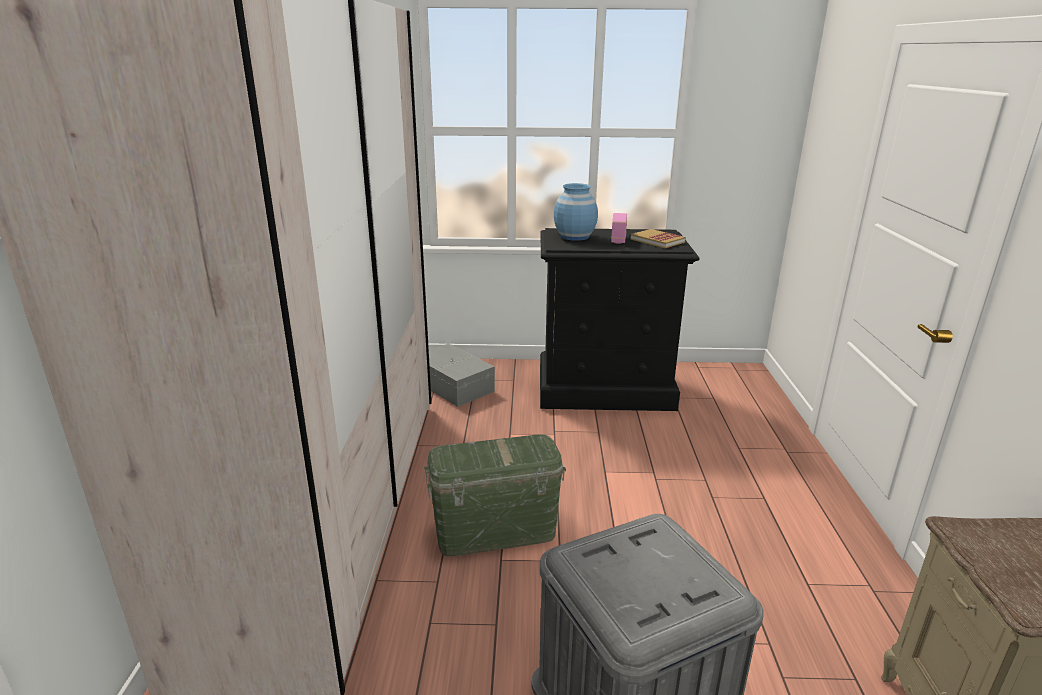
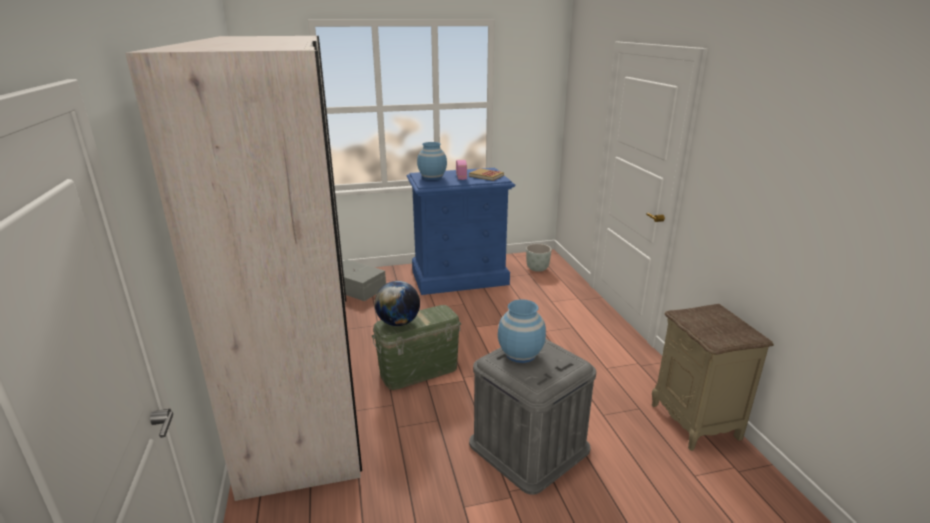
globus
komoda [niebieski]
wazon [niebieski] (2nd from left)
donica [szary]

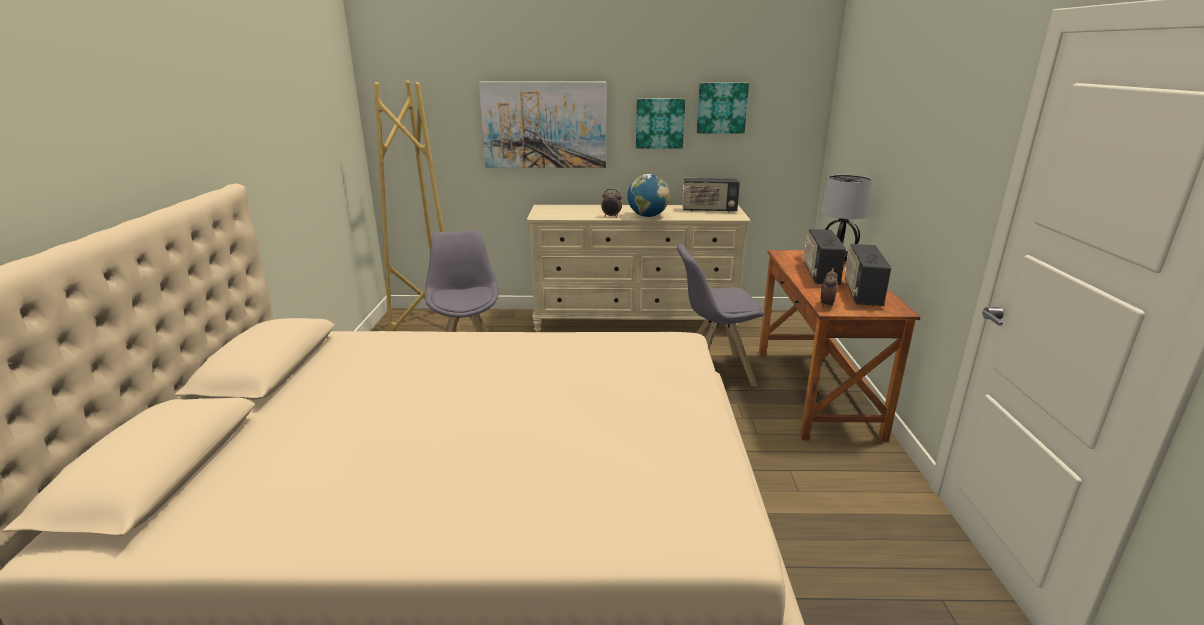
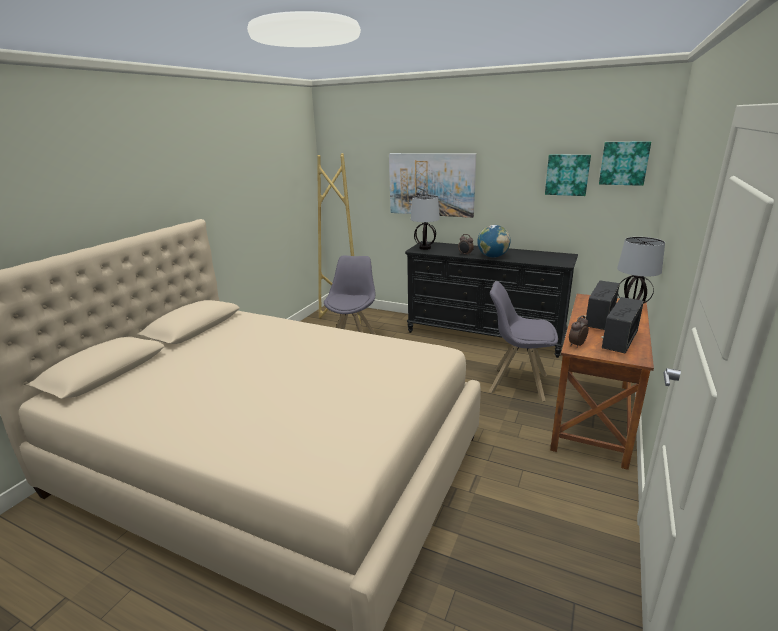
komoda [czarny]
lampa stołowa (1st from left)
obraz (3rd from left)
radio (1st from left in the first image)

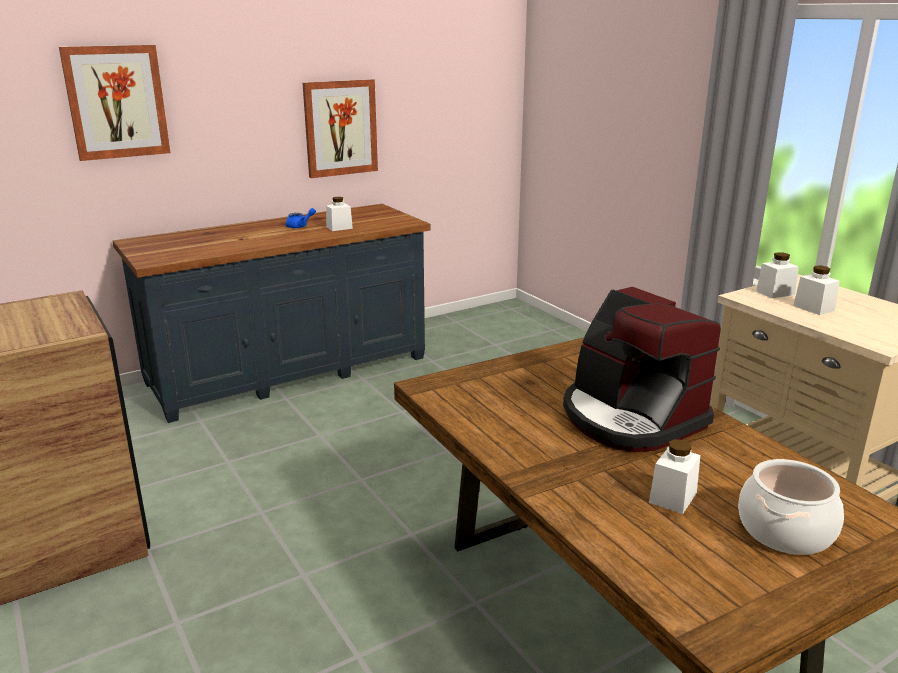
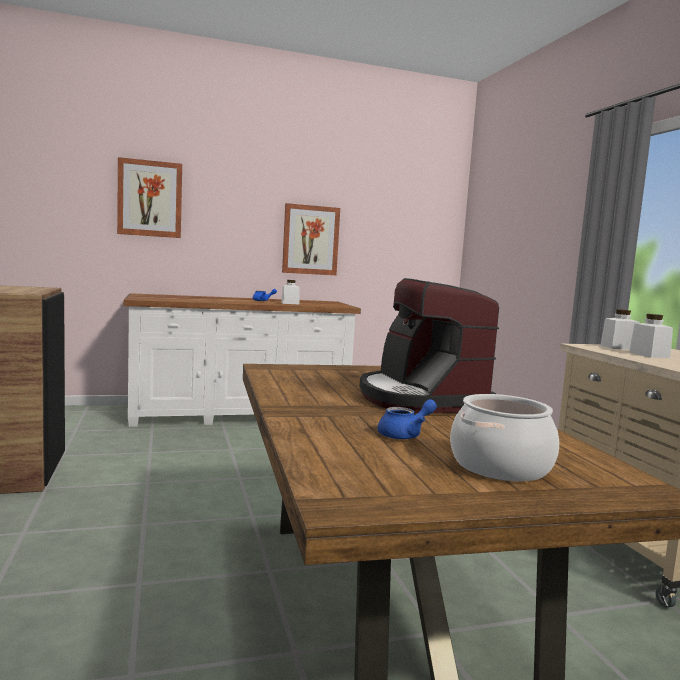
komoda [biały]
imbryk [niebieski] (2nd from left)

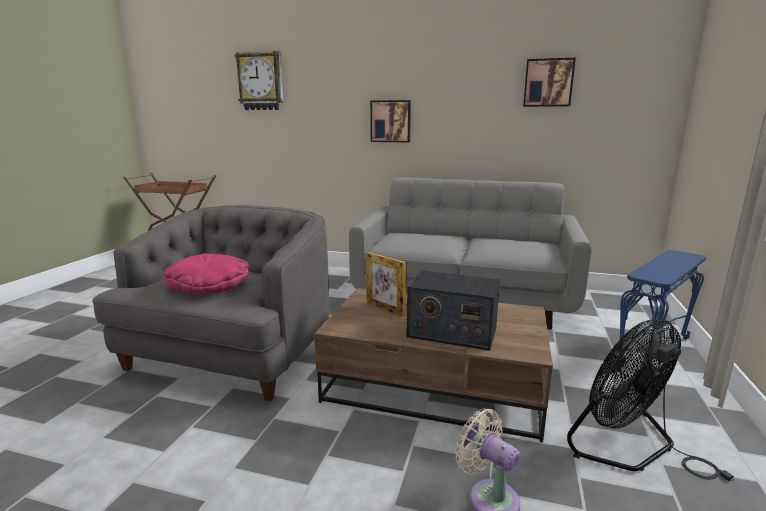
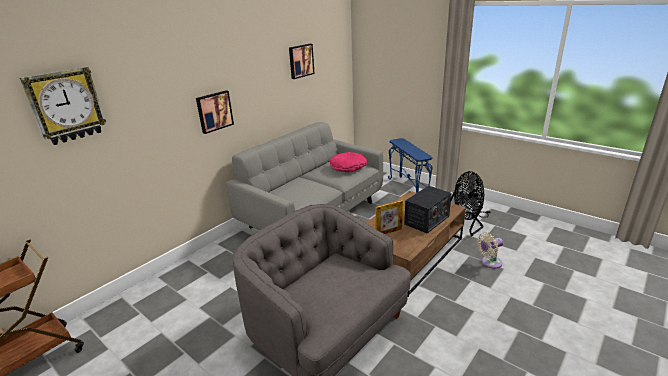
poduszka [różowy]

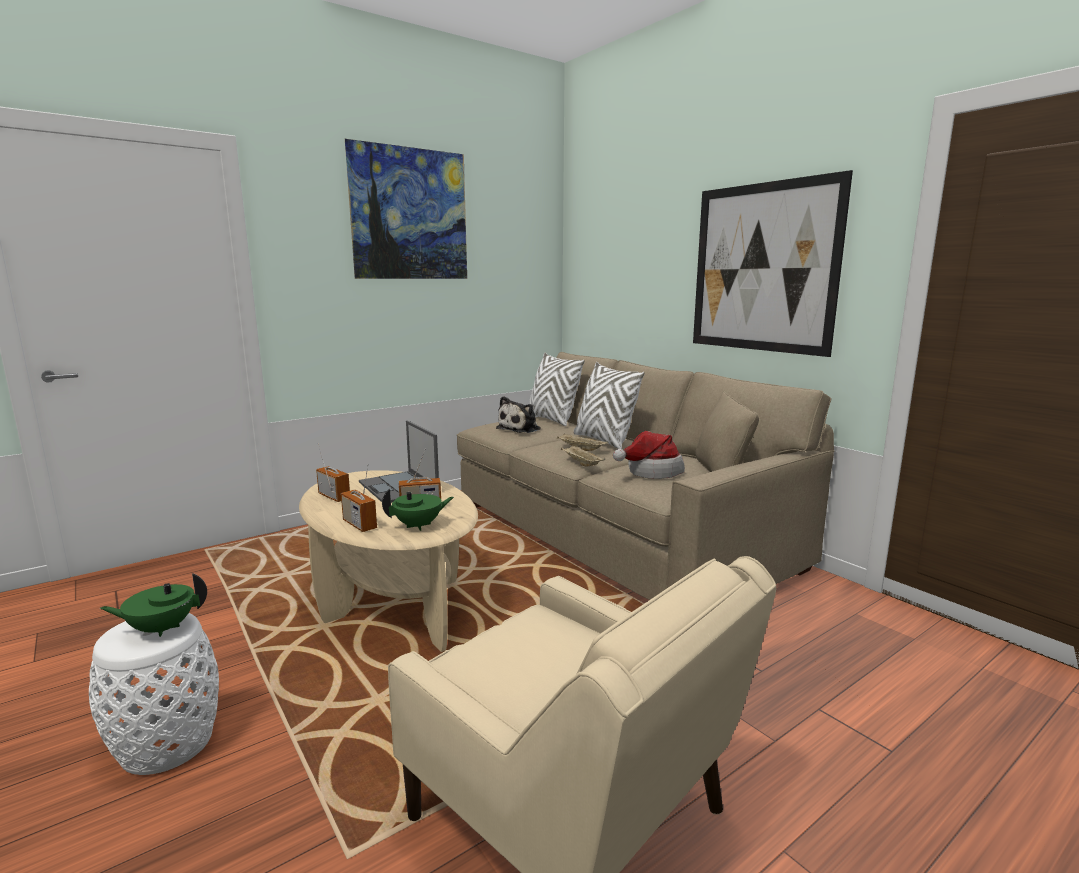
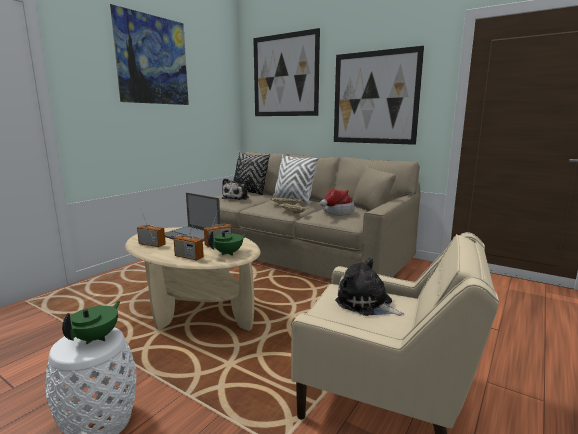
imbryk [zielony] (1st from left)
poduszka [czarny]
obraz (2nd from left)
pluszak (2nd from left)

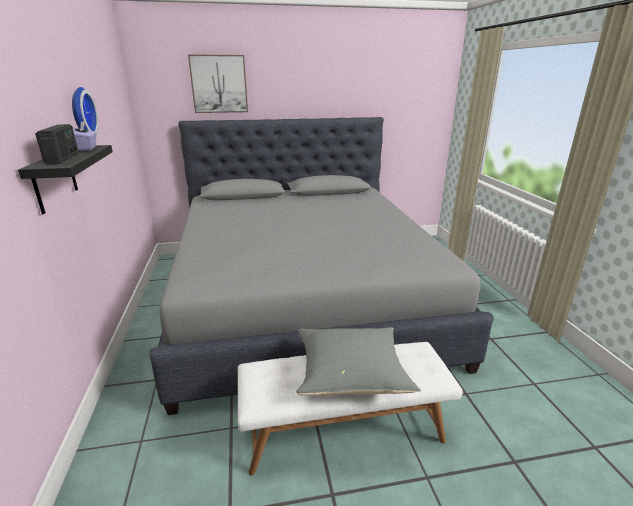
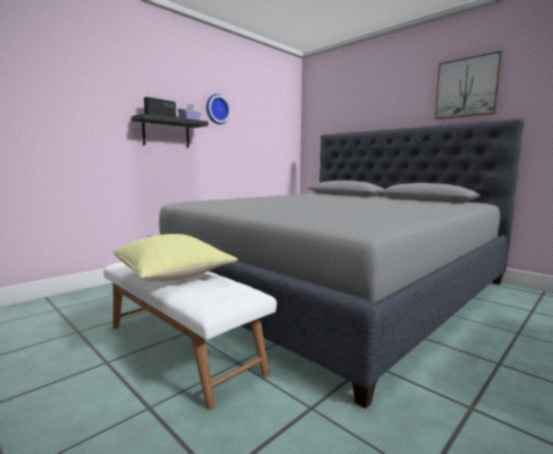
poduszka [żółty]
obraz

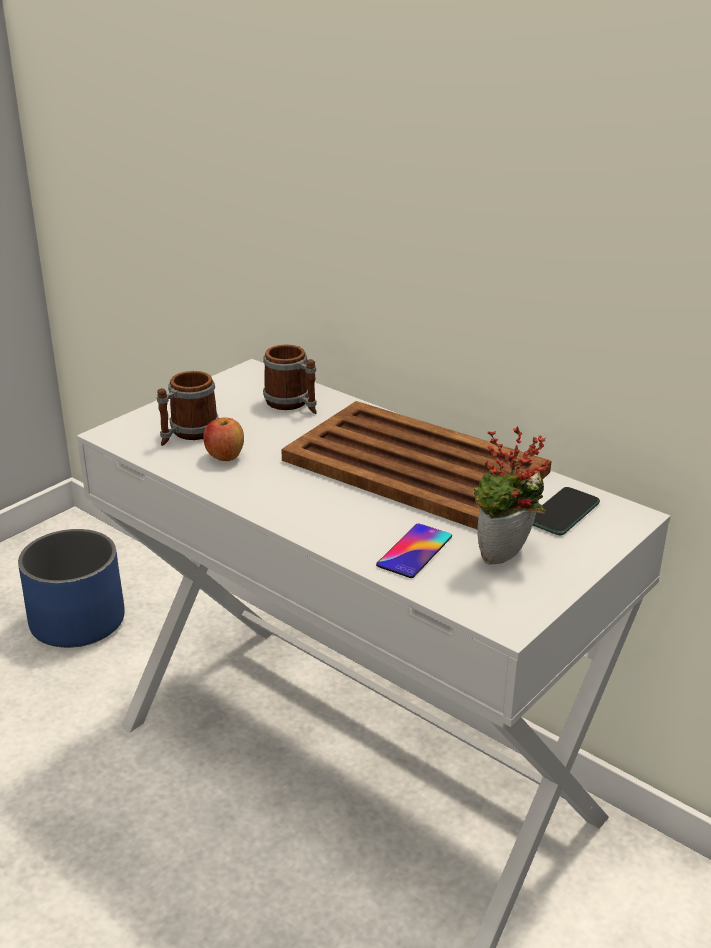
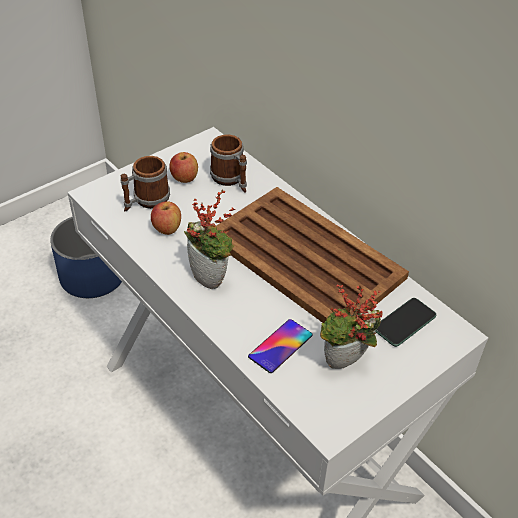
jabłko (2nd from left)
roślina doniczkowa (1st from left)

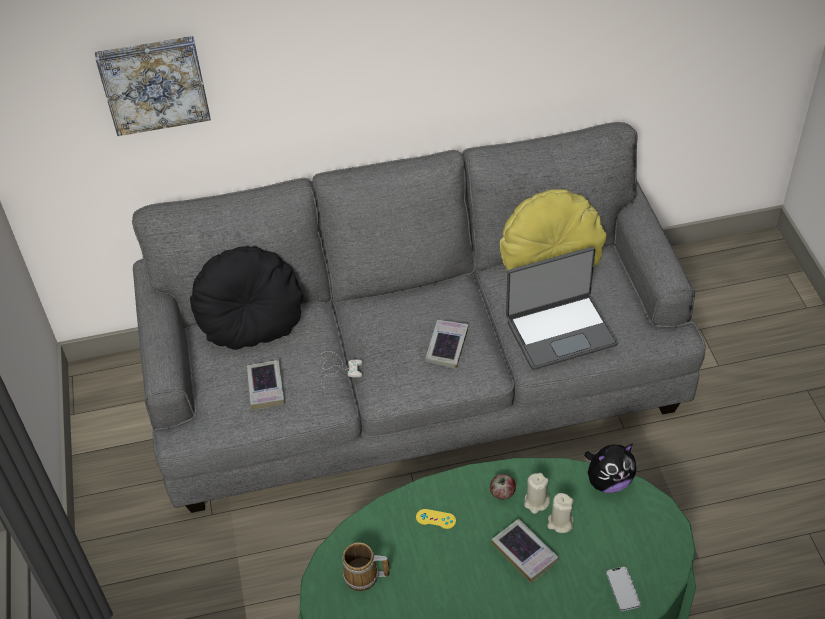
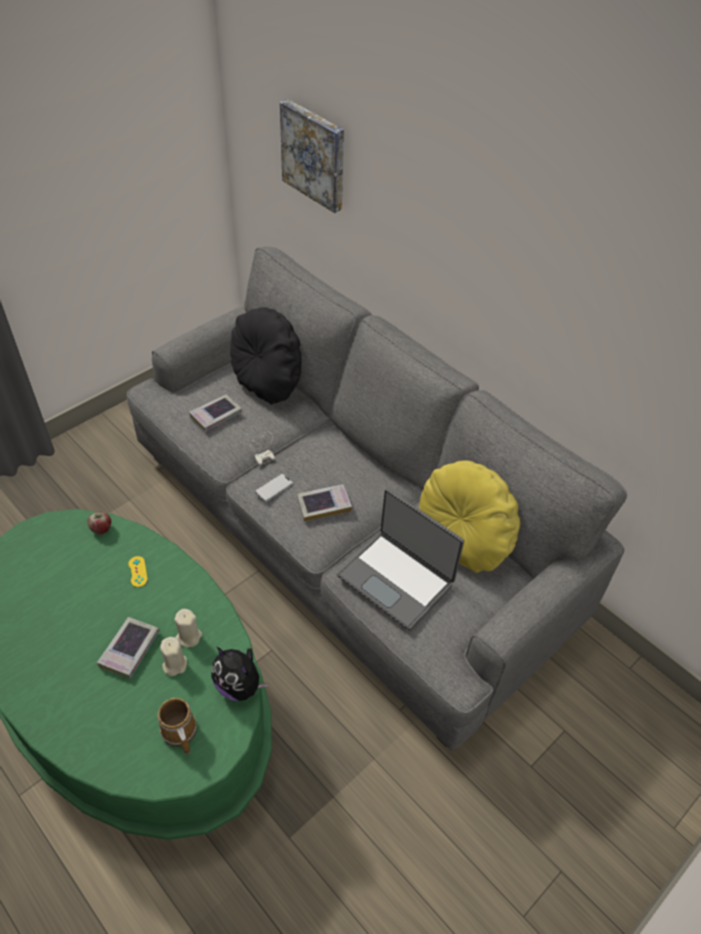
jabłko
kubek
telefon

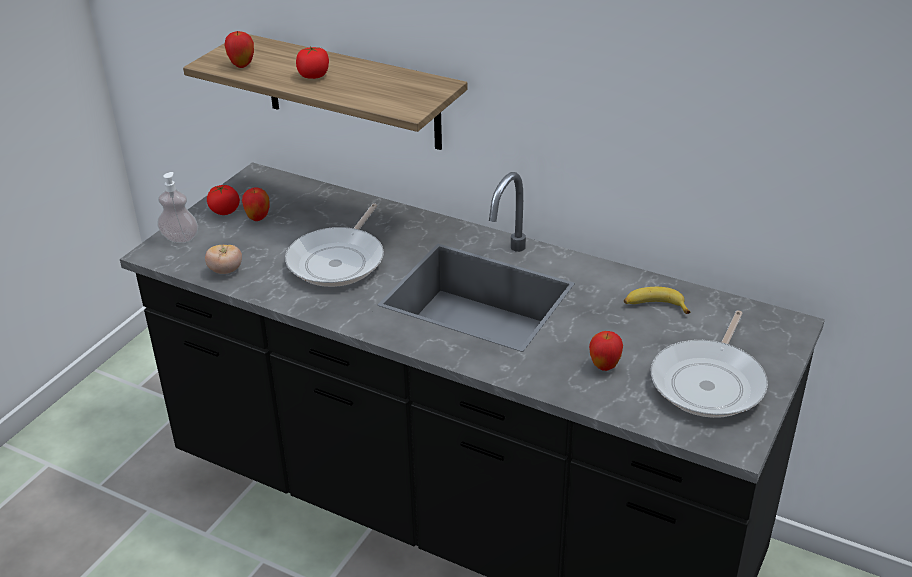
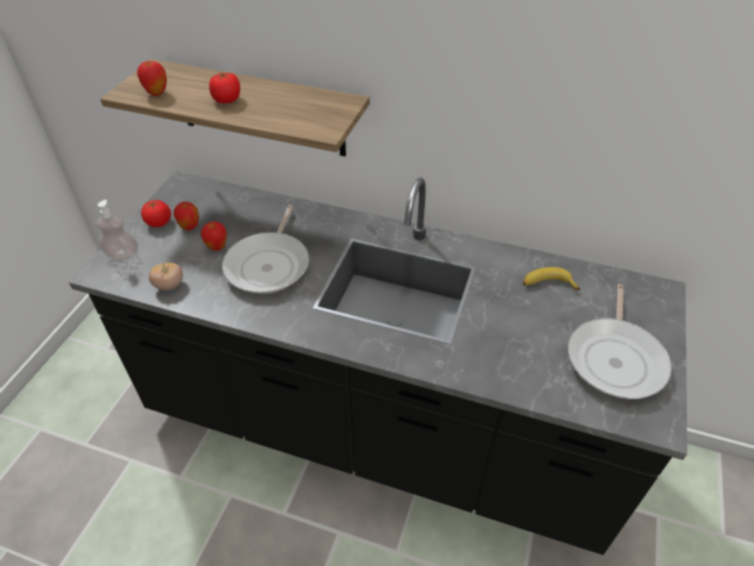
jabłko (3rd from left)

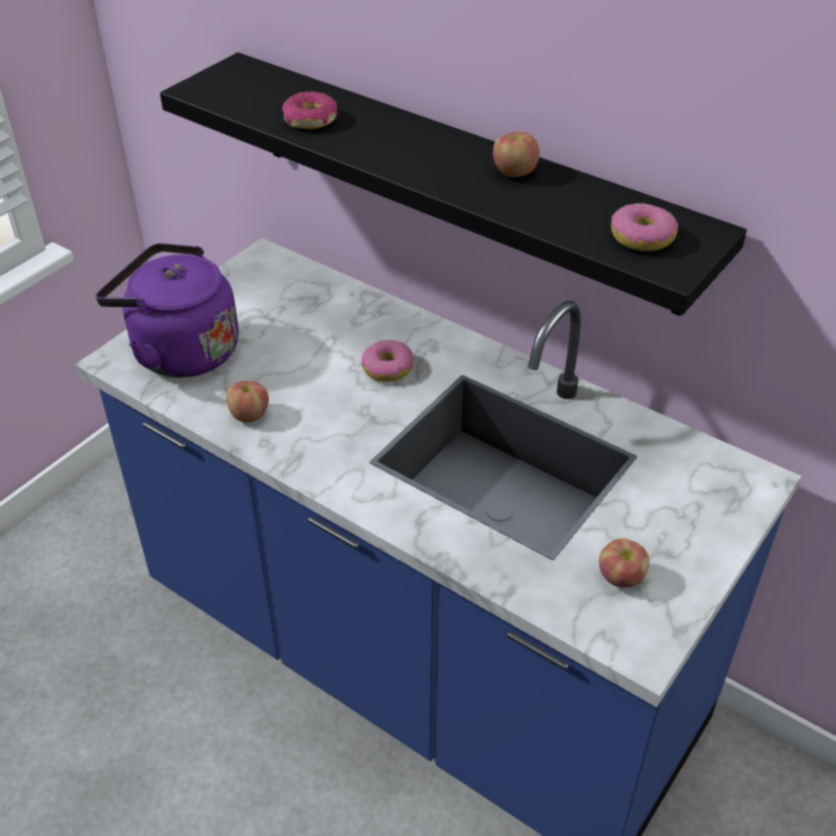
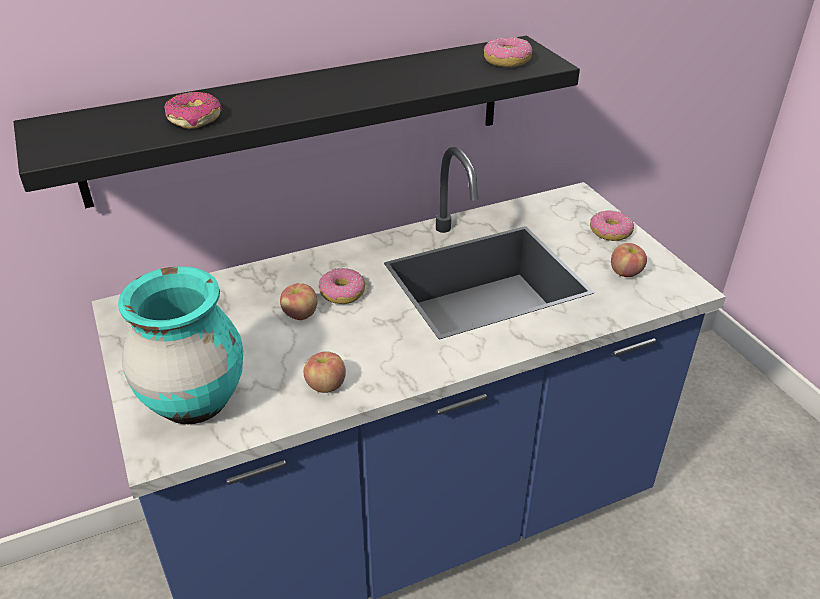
wazon [turkusowy]
jabłko (1st from left)
donut (4th from left)

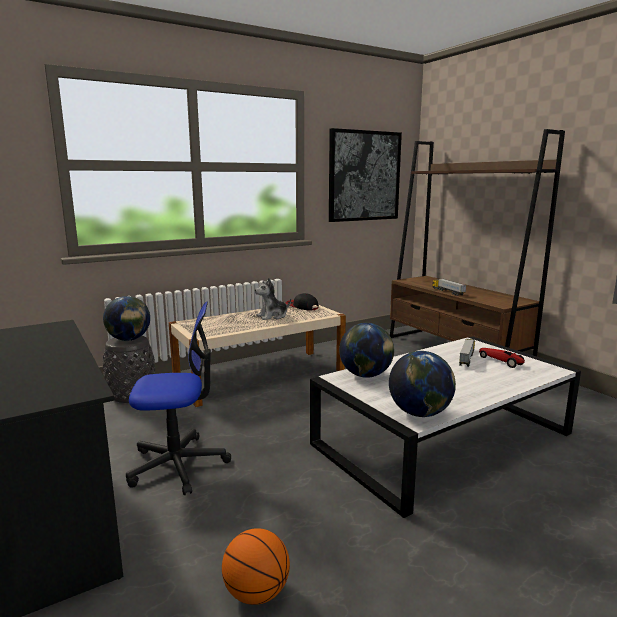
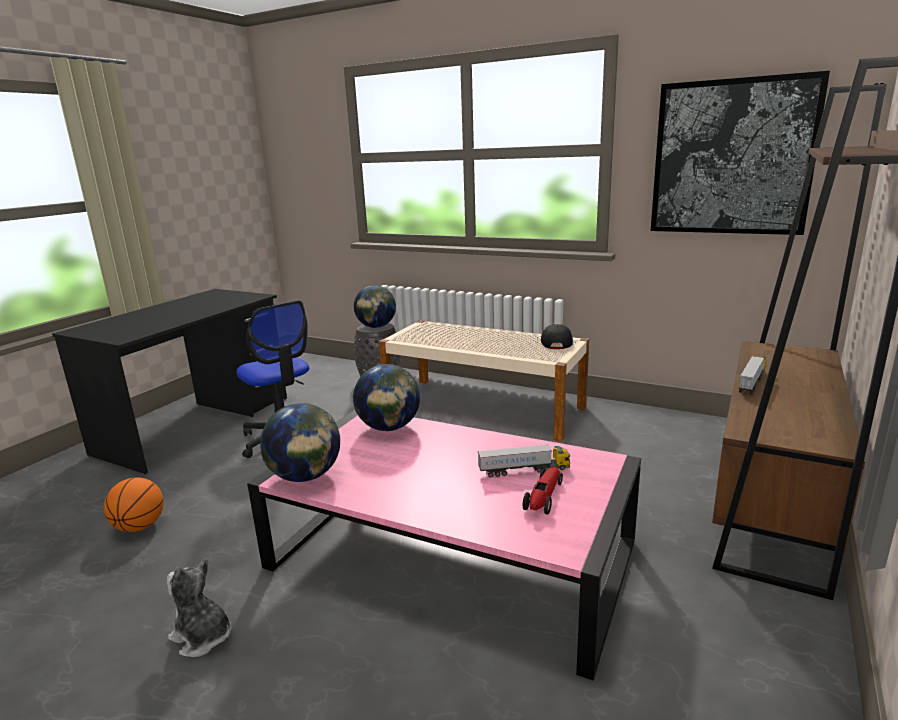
pluszak
ława [różowy]

